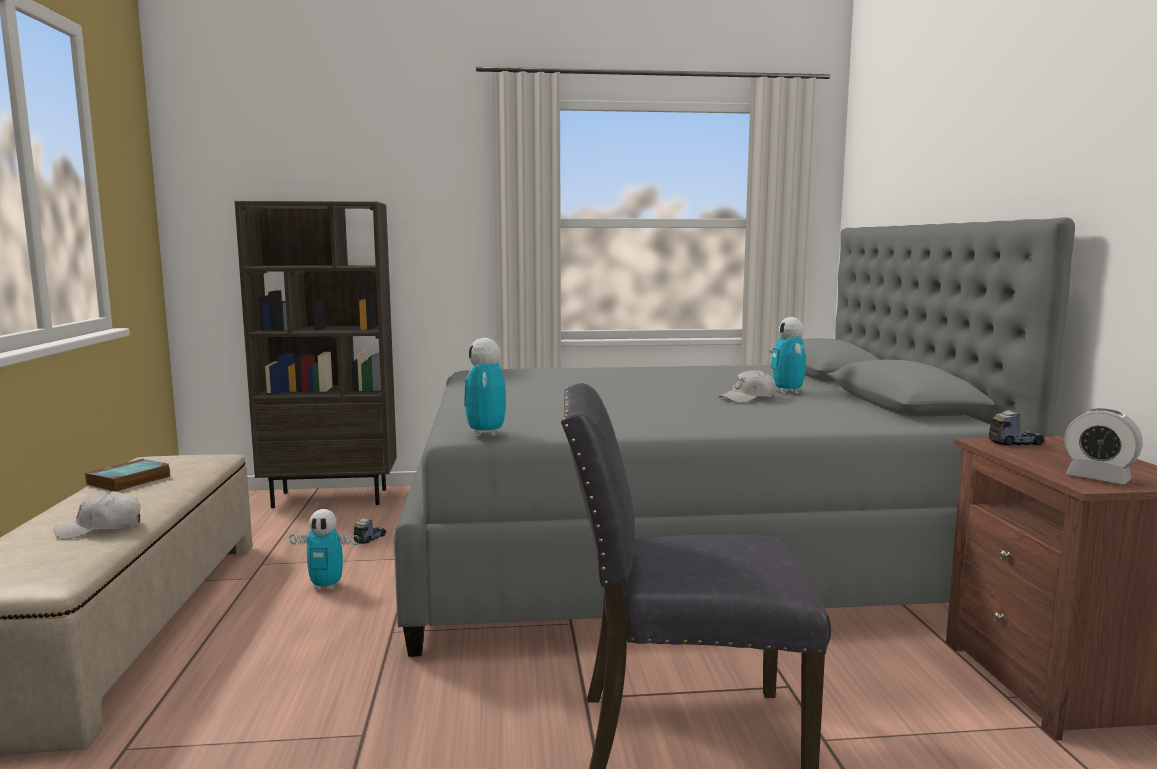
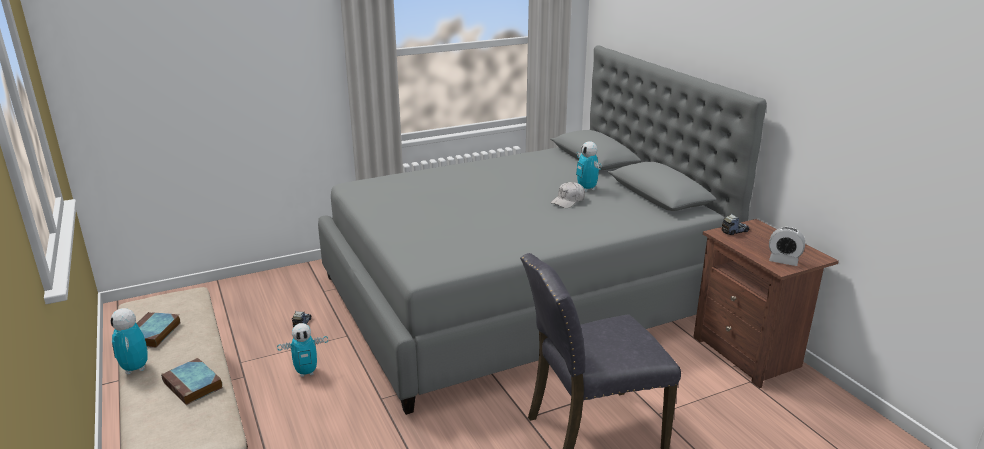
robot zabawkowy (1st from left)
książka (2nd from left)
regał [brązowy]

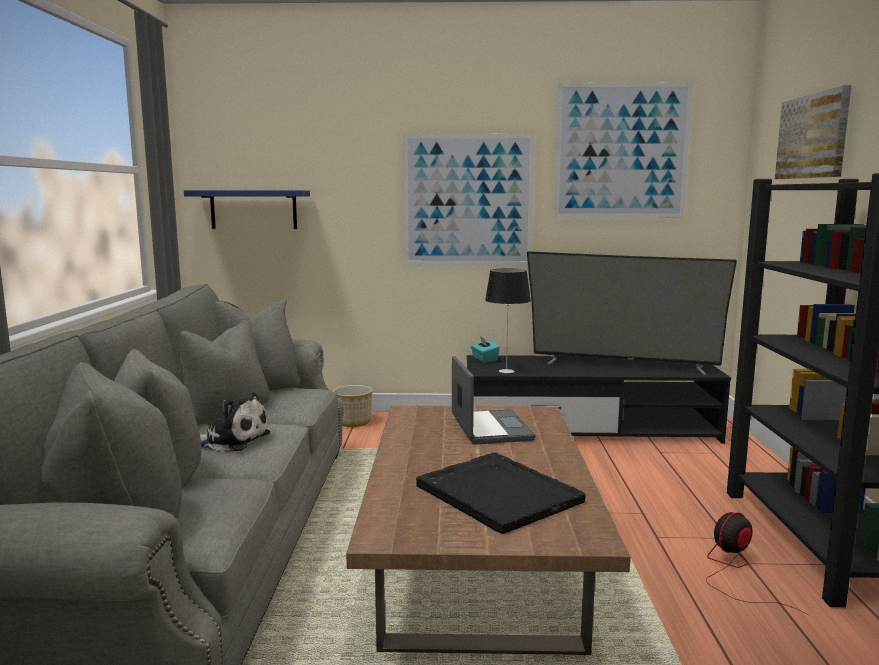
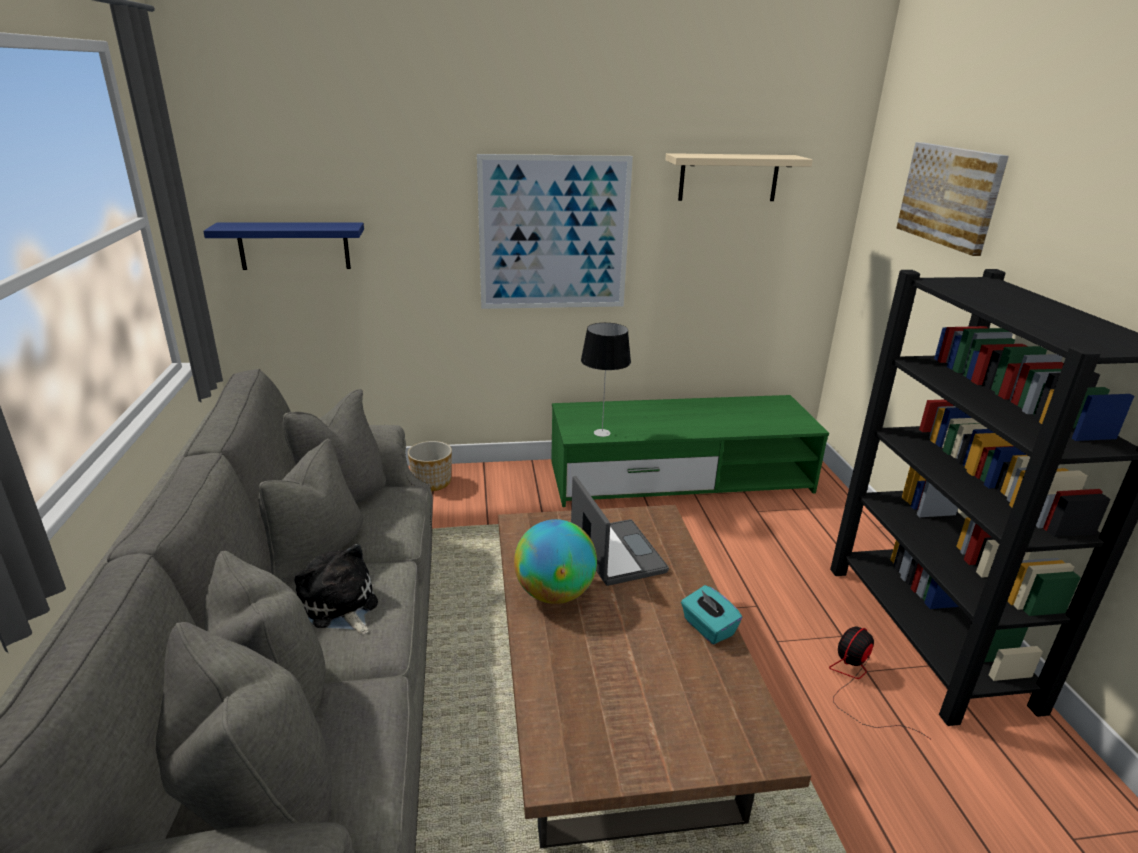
pluszak
globus
szafka pod telewizor [zielony]
półka [beżowy]
pudełko chusteczek [turkusowy]
taca [czarny]
telewizor

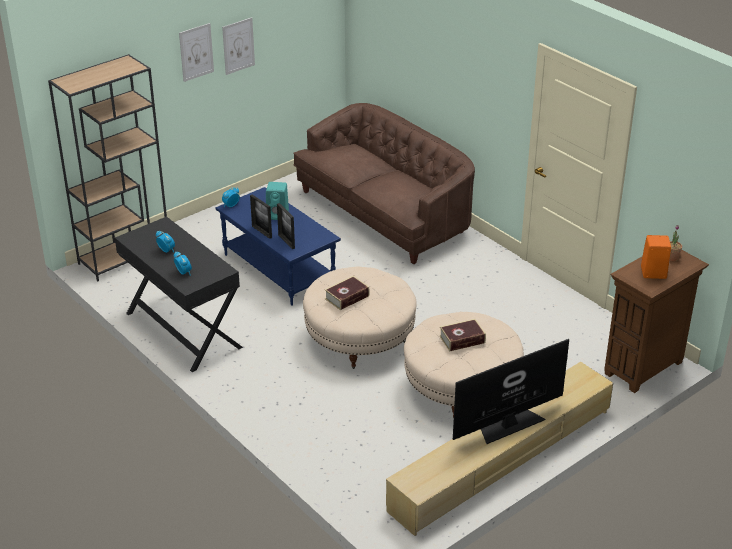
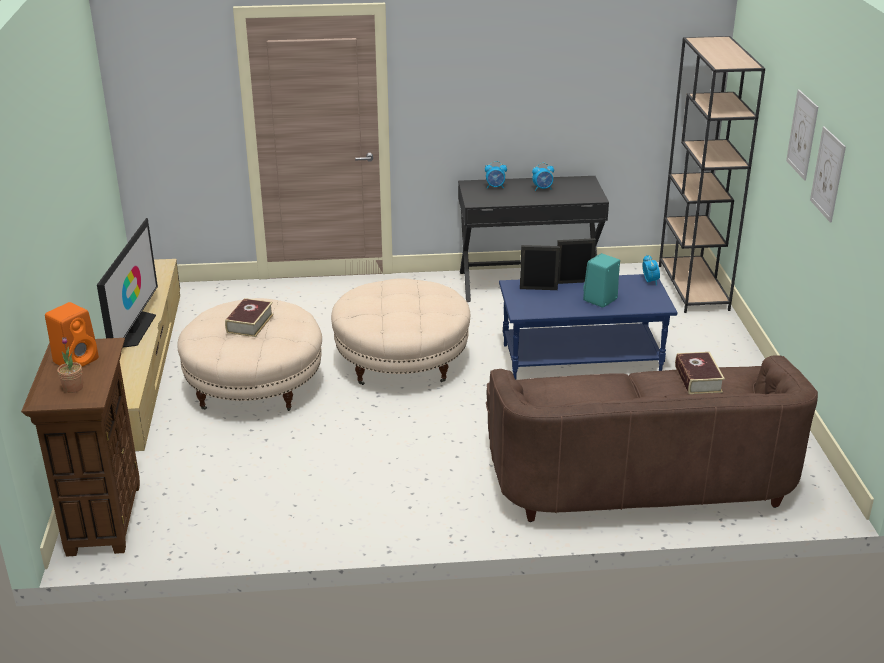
książka (2nd from left)

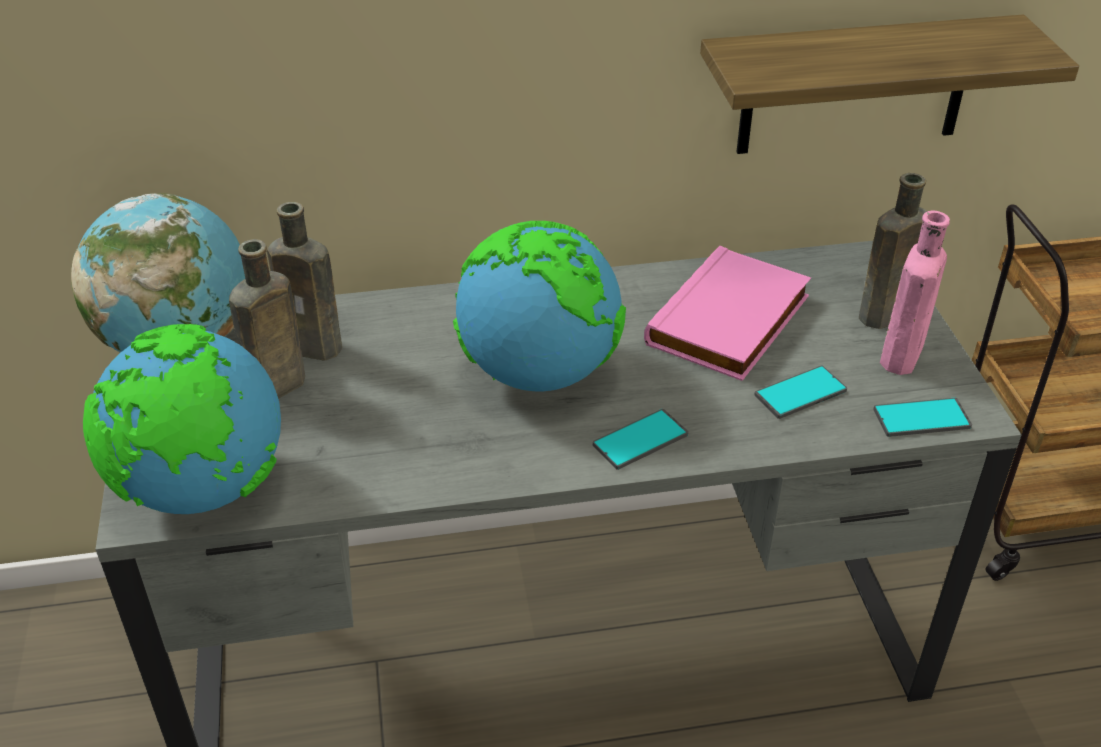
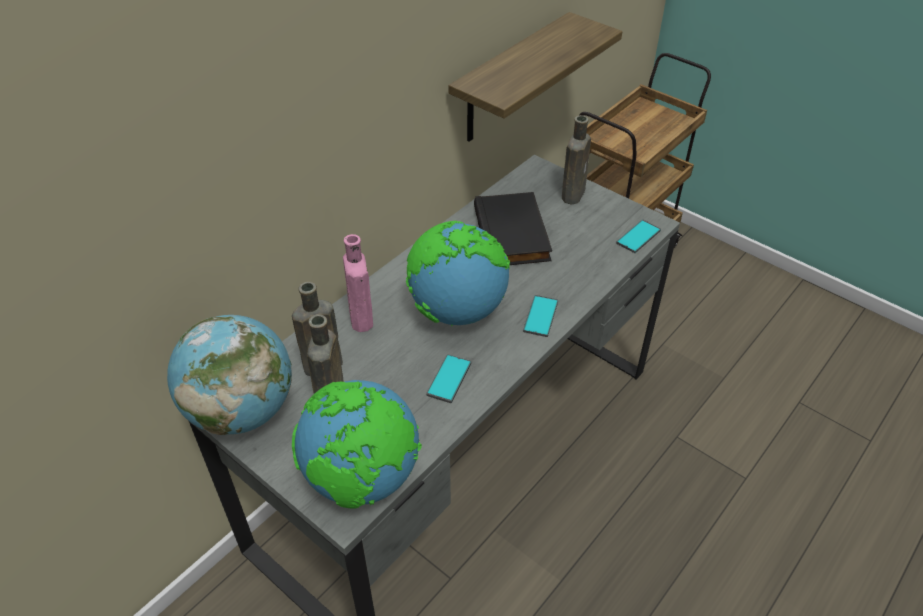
butelka [różowy]
telefon (1st from left)
książka [czarny]

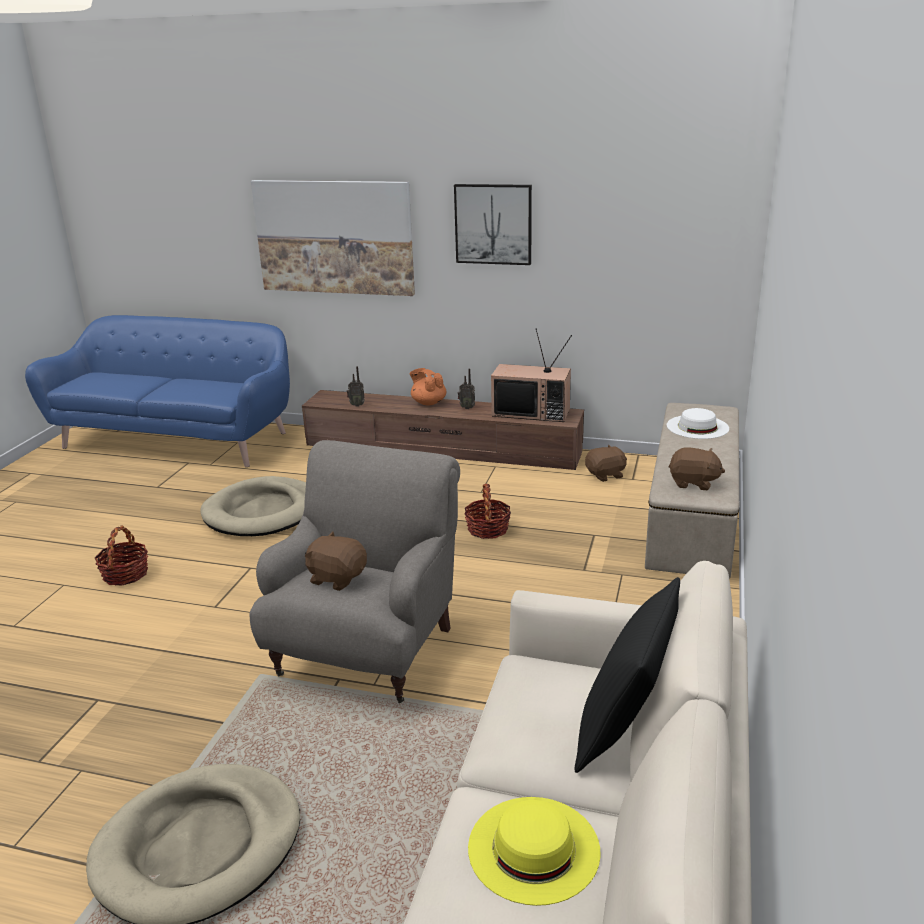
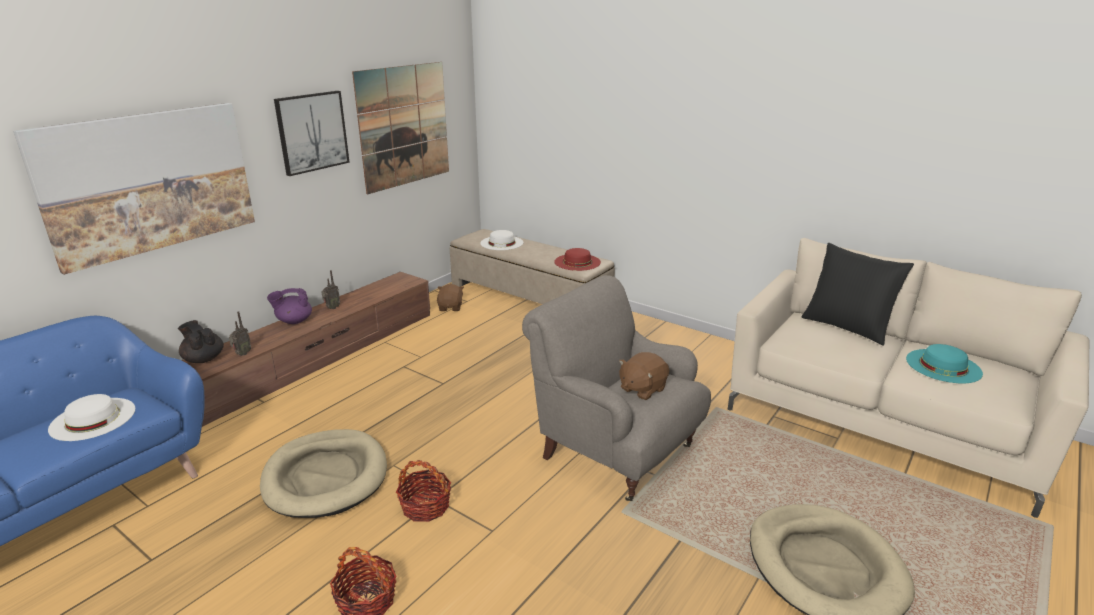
kapelusz [biały] (1st from left)
imbryk [czarny]
imbryk [fioletowy]
obraz (3rd from left)
koszyk (2nd from left)
kapelusz [czerwony]
kapelusz [turkusowy]
telewizor

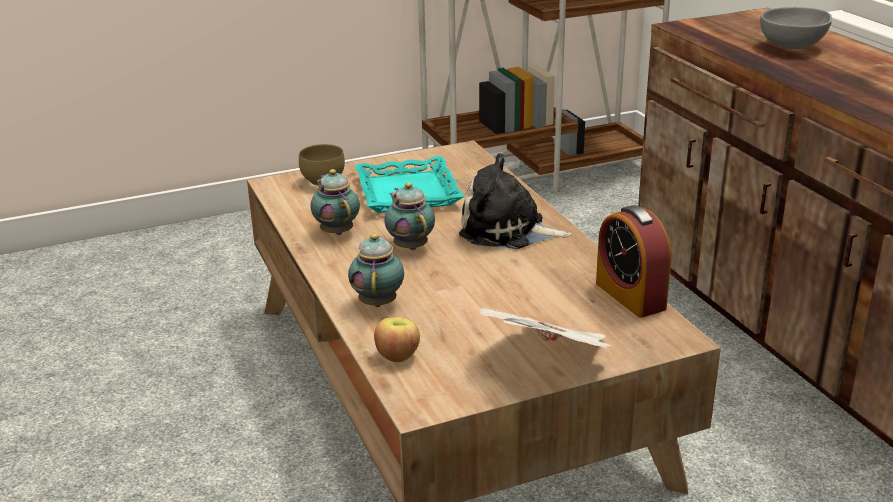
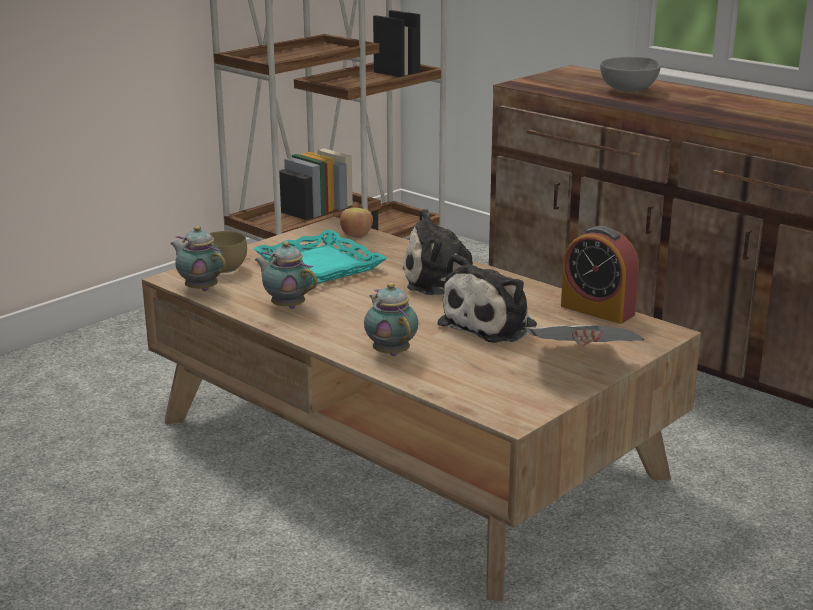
imbryk (1st from left)
jabłko
pluszak (2nd from left)

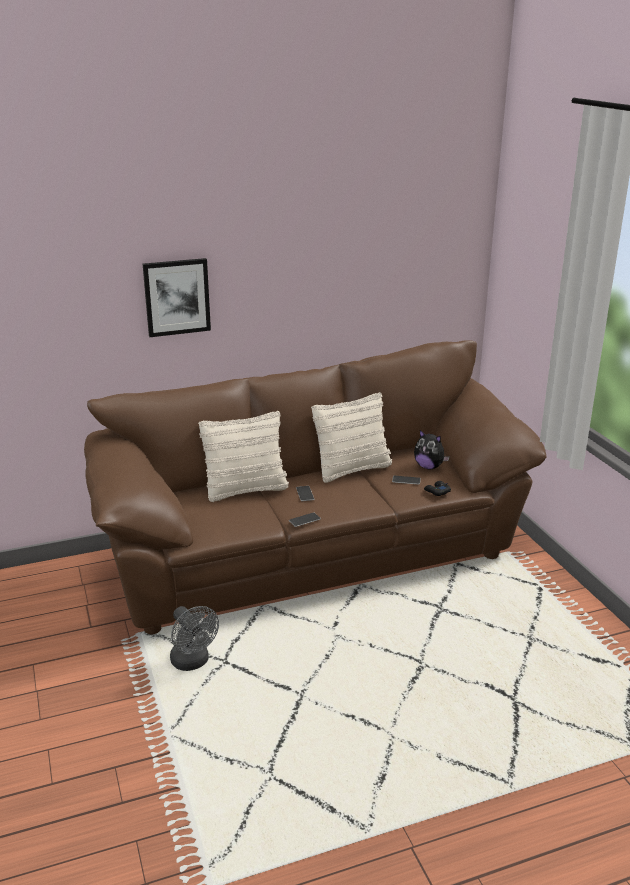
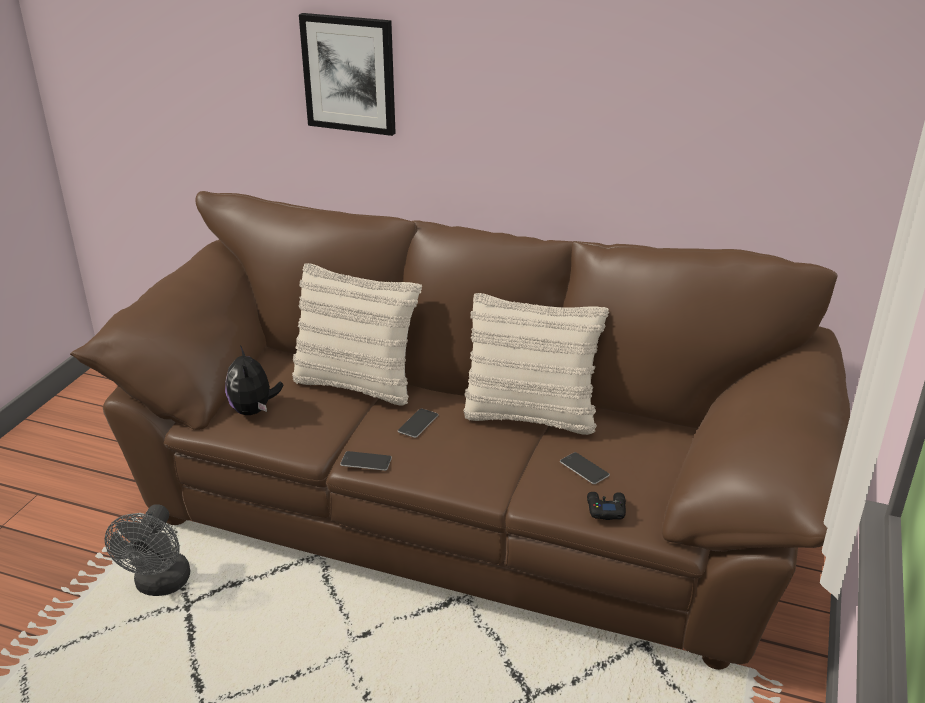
pluszak

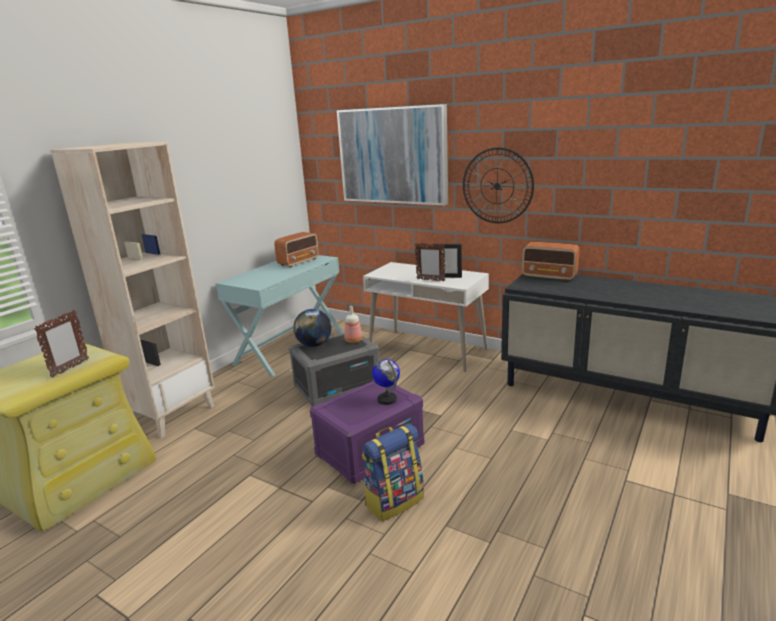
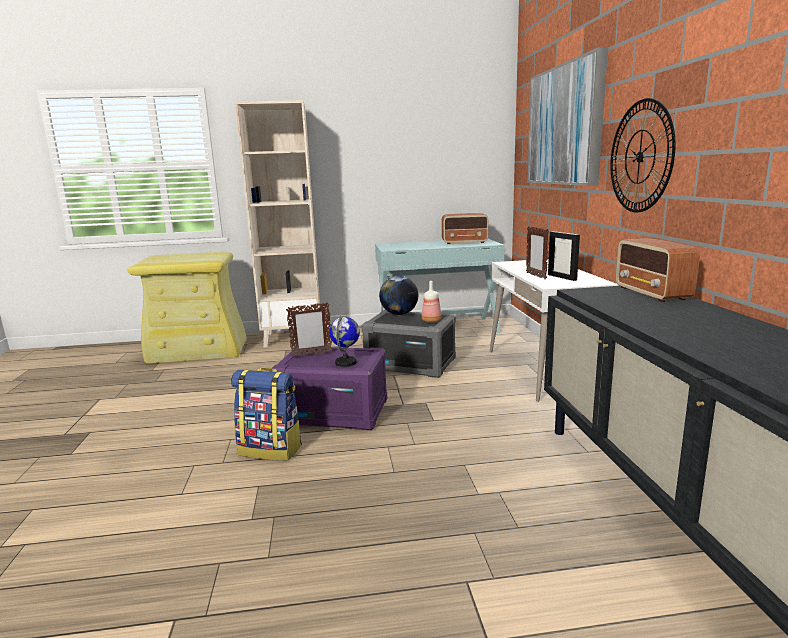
ramka na zdjęcie (1st from left)

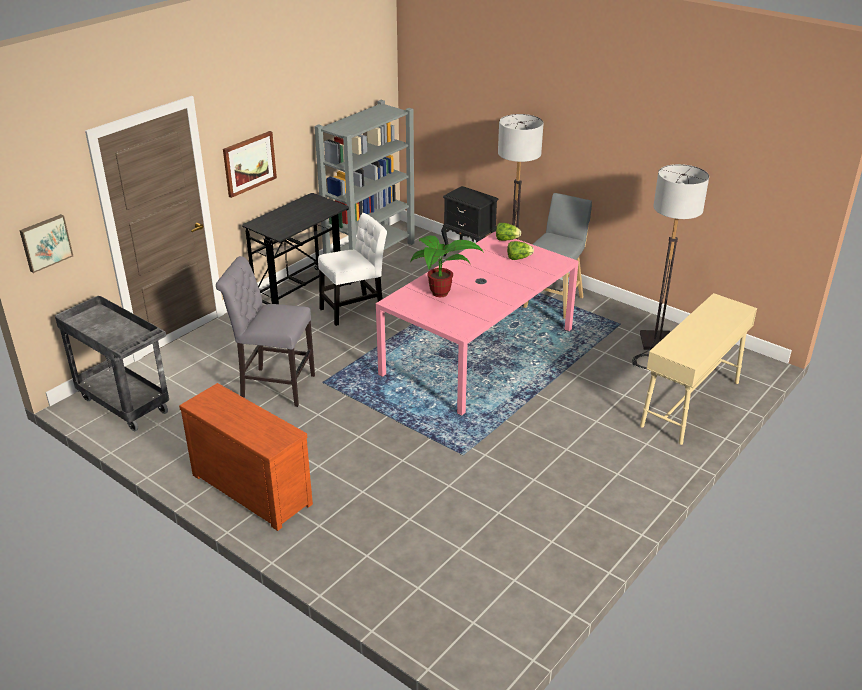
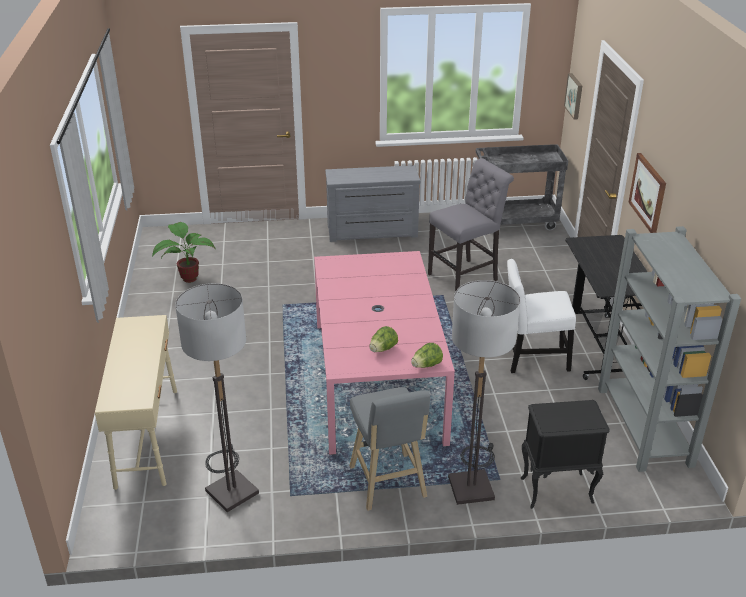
roślina doniczkowa
komoda [szary]
krzesło [biały]

